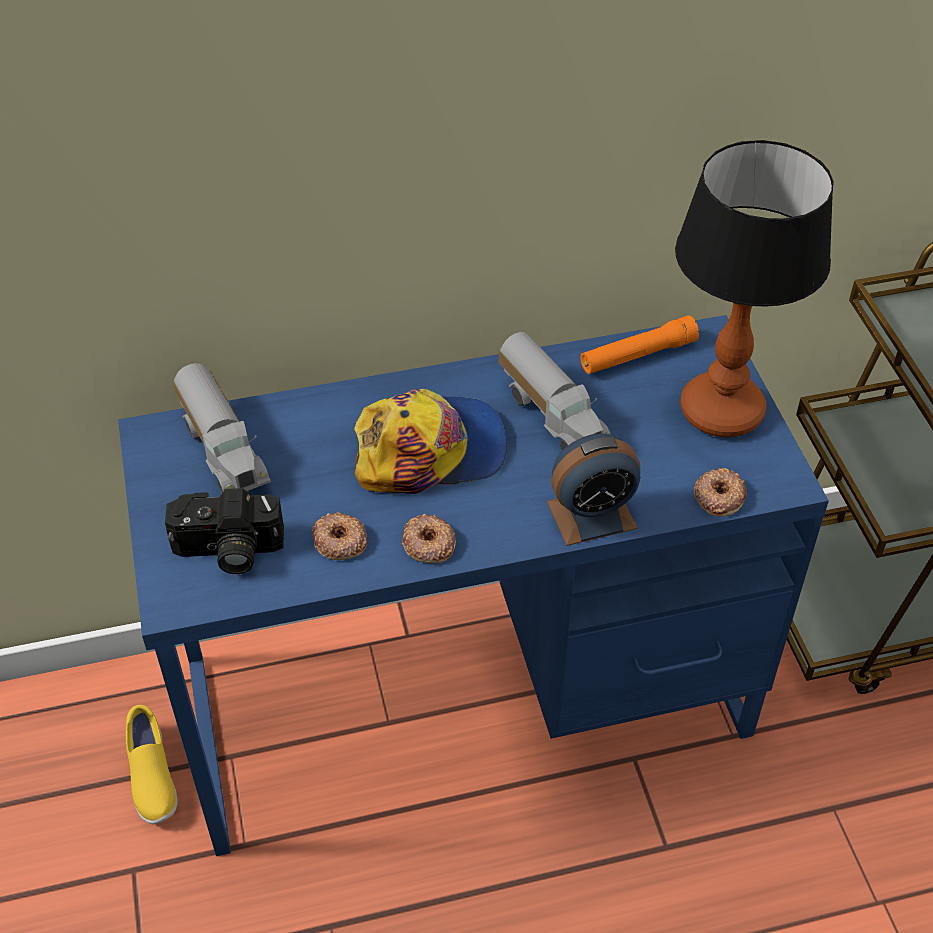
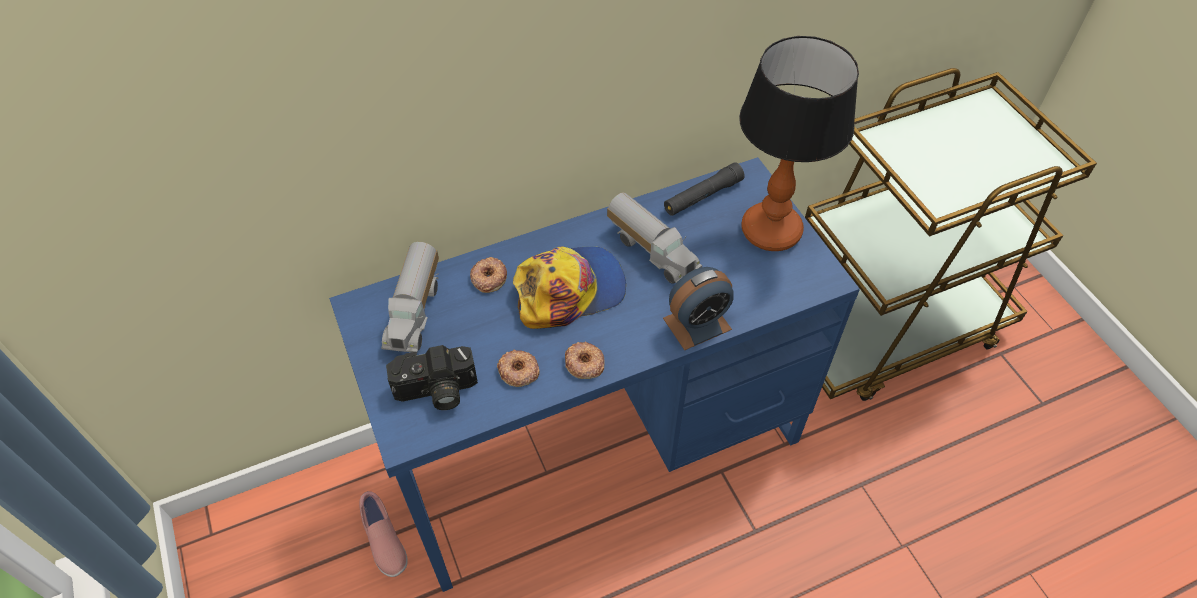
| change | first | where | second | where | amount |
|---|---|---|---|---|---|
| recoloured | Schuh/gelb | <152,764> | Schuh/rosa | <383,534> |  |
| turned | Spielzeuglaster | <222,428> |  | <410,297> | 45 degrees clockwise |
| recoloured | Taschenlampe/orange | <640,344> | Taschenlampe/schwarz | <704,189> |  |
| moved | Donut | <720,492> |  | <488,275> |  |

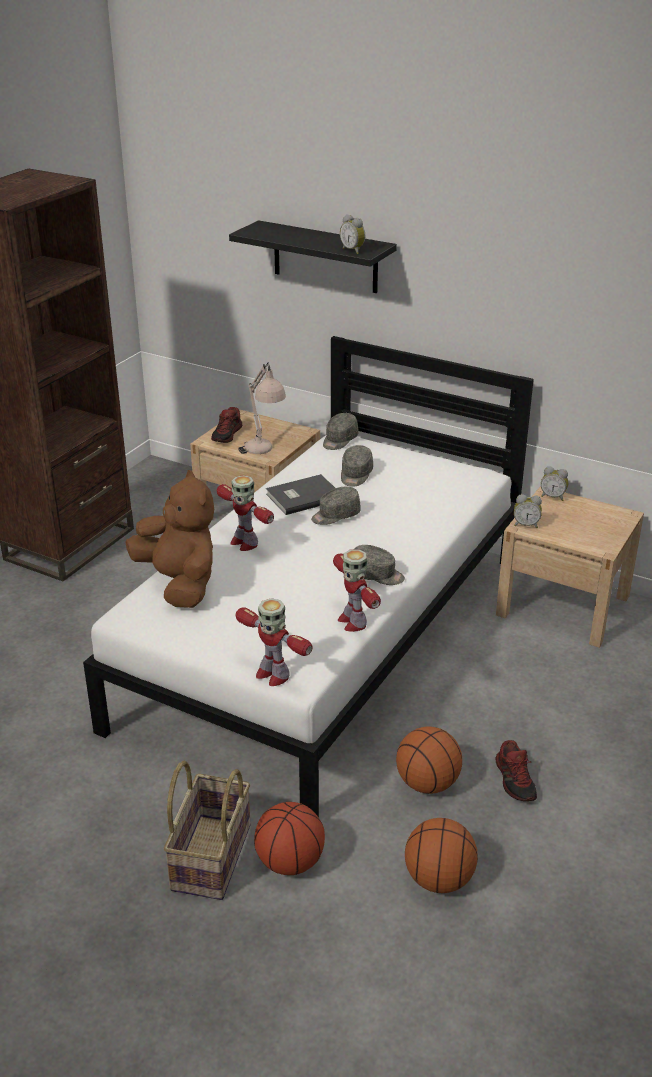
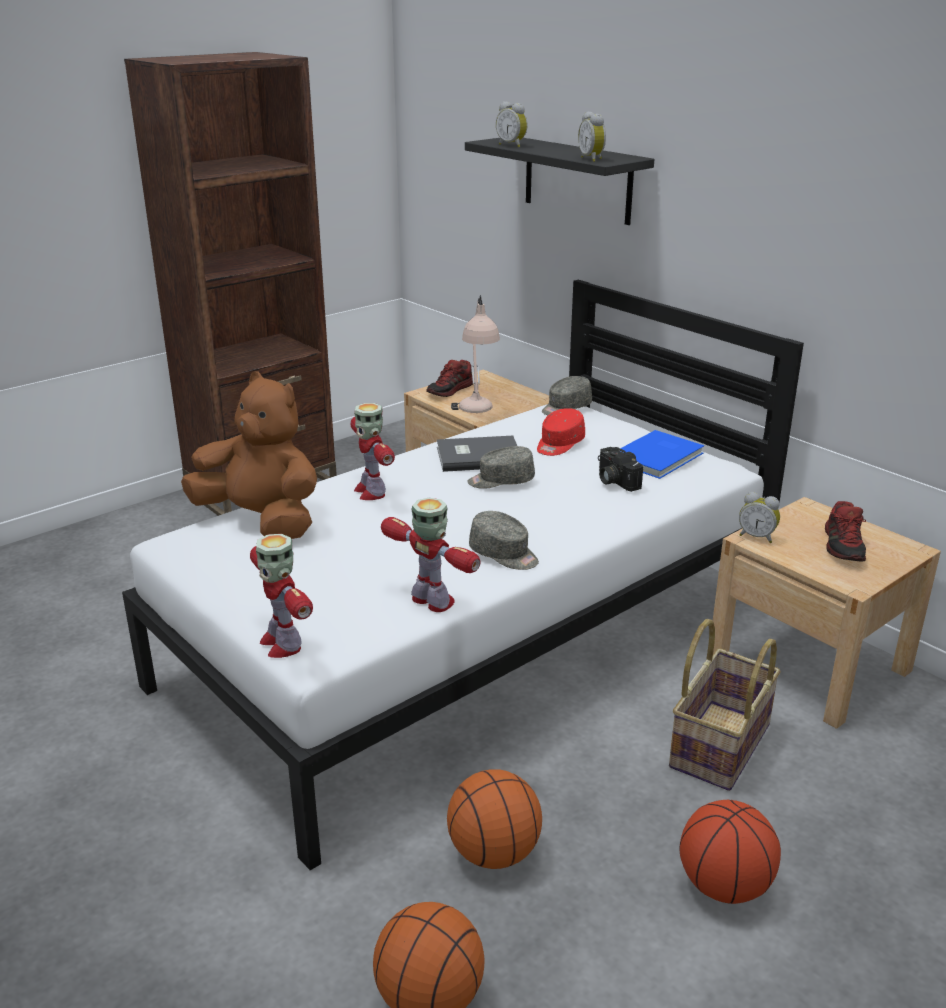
| change | first | where | second | where | amount |
|---|---|---|---|---|---|
| turned | Plüschtier/braun | <169,539> |  | <249,455> | 45 degrees counterclockwise |
| moved | Korb | <207,830> |  | <725,705> |  |
| moved | Basketball | <289,838> |  | <730,852> |  |
| turned | Spielzeugroboter | <357,590> |  | <431,555> | 135 degrees clockwise |
| recoloured | Kappe/grau | <357,466> | Kappe/rot | <561,432> |  |
| moved | Schuh | <516,770> |  | <845,531> |  |
| moved | Wecker | <555,483> |  | <512,124> |  |
| added |  |  | Kamera | <620,469> |  |
| added |  |  | Buch/blau | <662,454> |  |

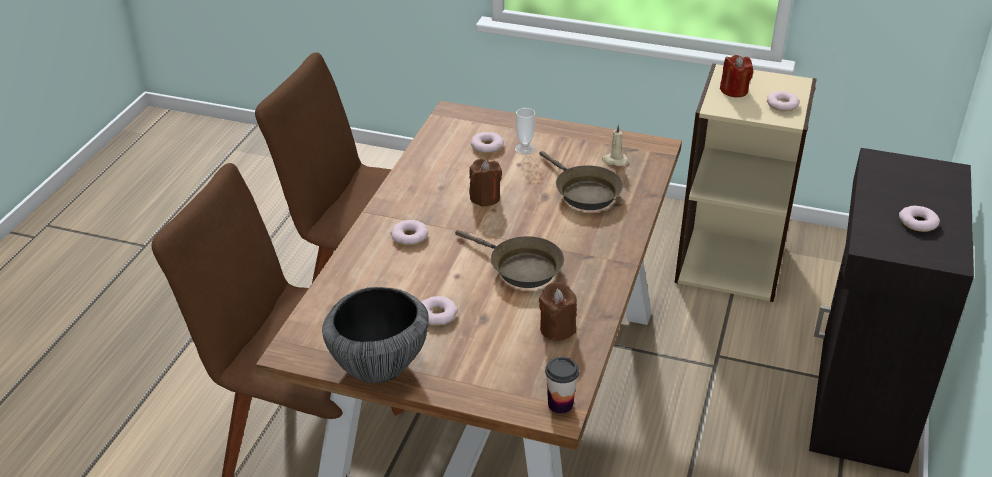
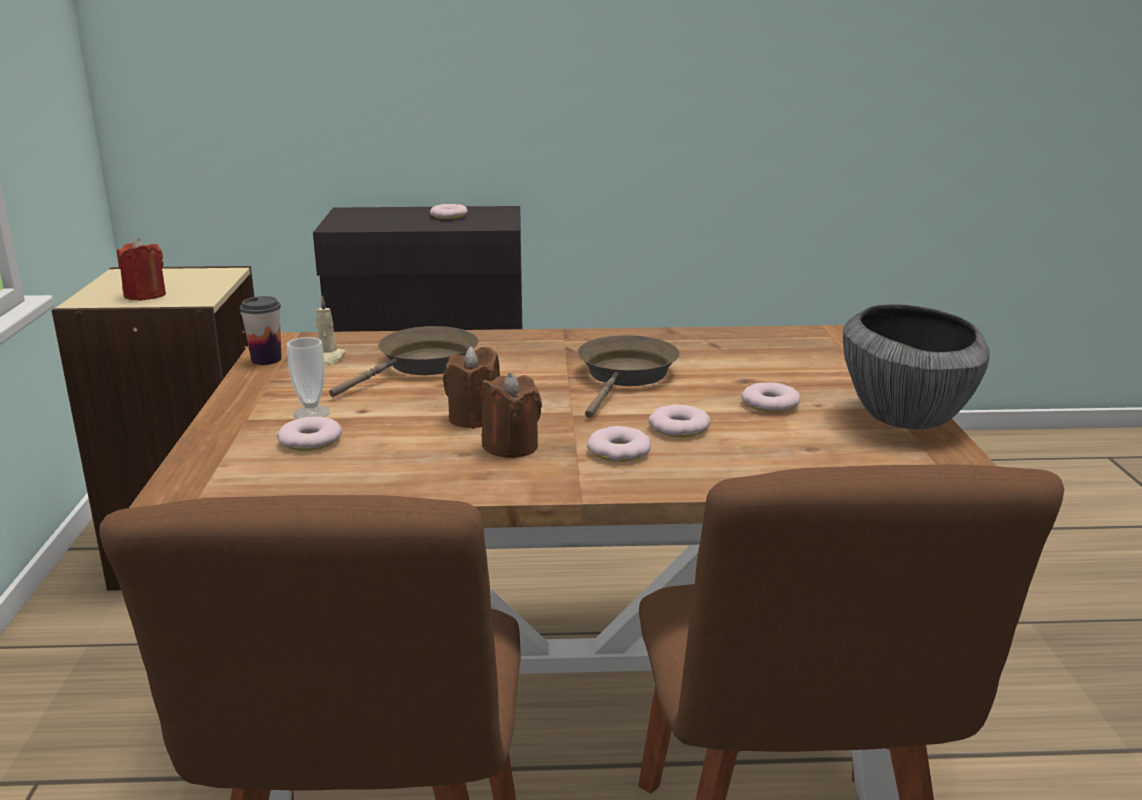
| change | first | where | second | where | amount |
|---|---|---|---|---|---|
| moved | Kerze/braun | <558,311> |  | <511,415> |  |
| moved | Tasse | <562,385> |  | <260,330> |  |
| moved | Donut | <783,101> |  | <679,420> |  |

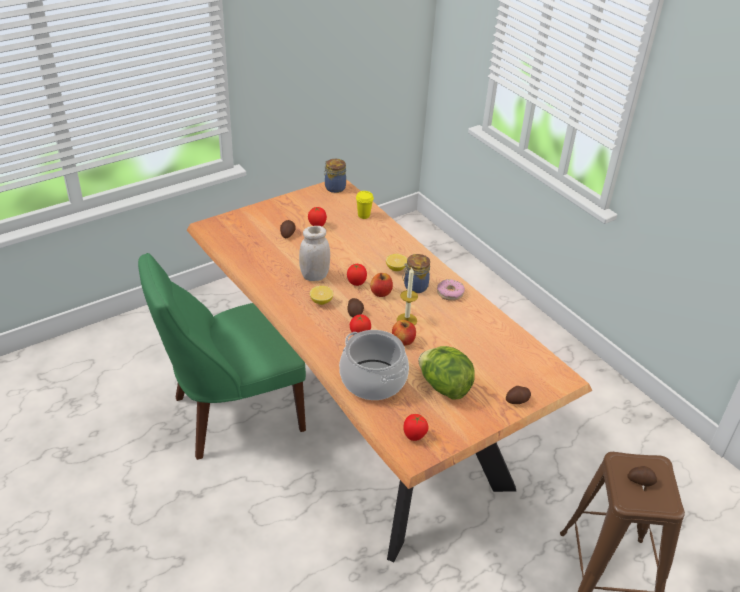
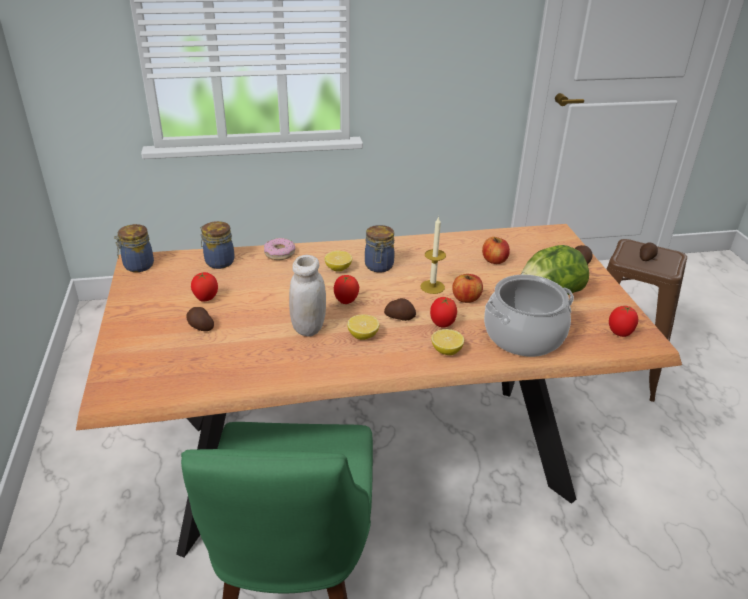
| change | first | where | second | where | amount |
|---|---|---|---|---|---|
| replaced | Tasse/gelb | <365,205> | Vorratsglas | <217,245> |  |
| moved | Apfel | <381,285> |  | <496,250> |  |
| moved | Donut | <451,290> |  | <279,249> |  |
| added |  |  | Zitrone | <447,342> |  |

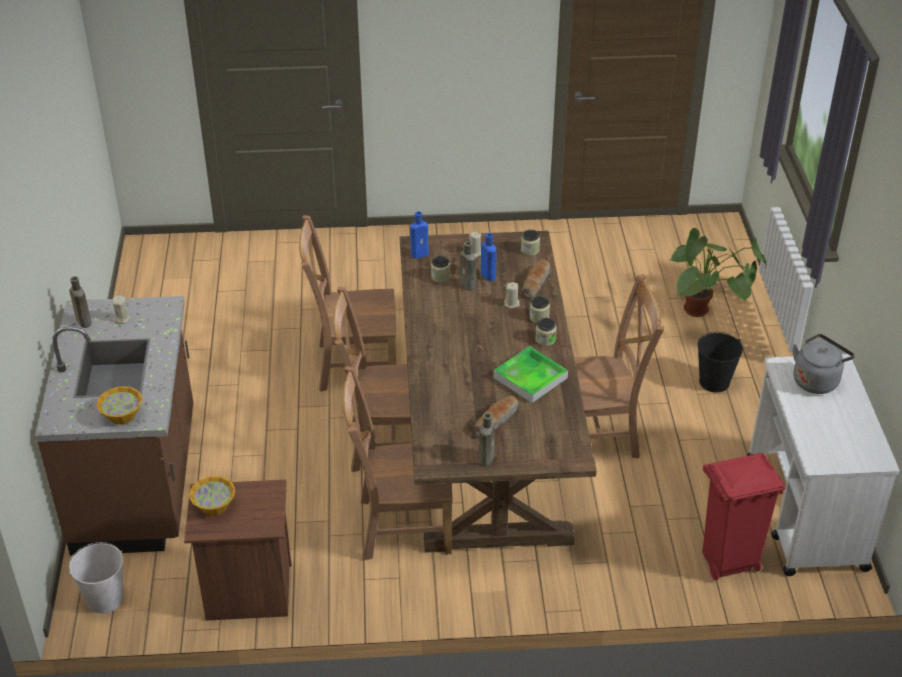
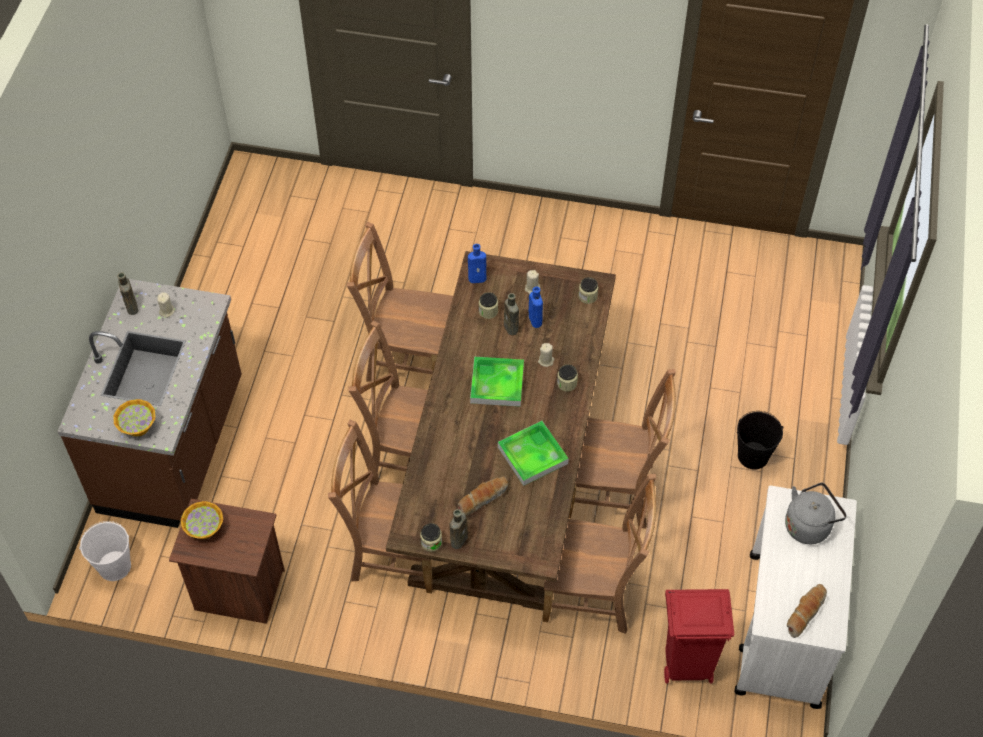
| change | first | where | second | where | amount |
|---|---|---|---|---|---|
| moved | Brot | <536,279> |  | <807,611> |  |
| moved | Vorratsglas | <546,332> |  | <431,537> |  |
| removed | Topfpflanze | <718,272> |  |  |  |
| added |  |  | Tablett | <497,382> |  |
| added |  |  | Stuhl/braun | <600,554> |  |

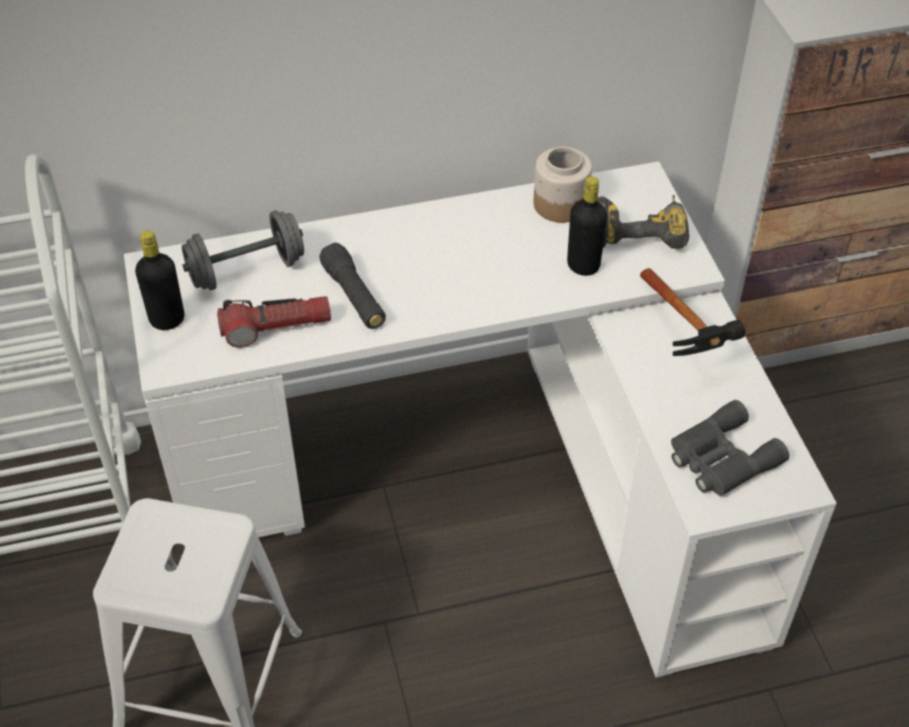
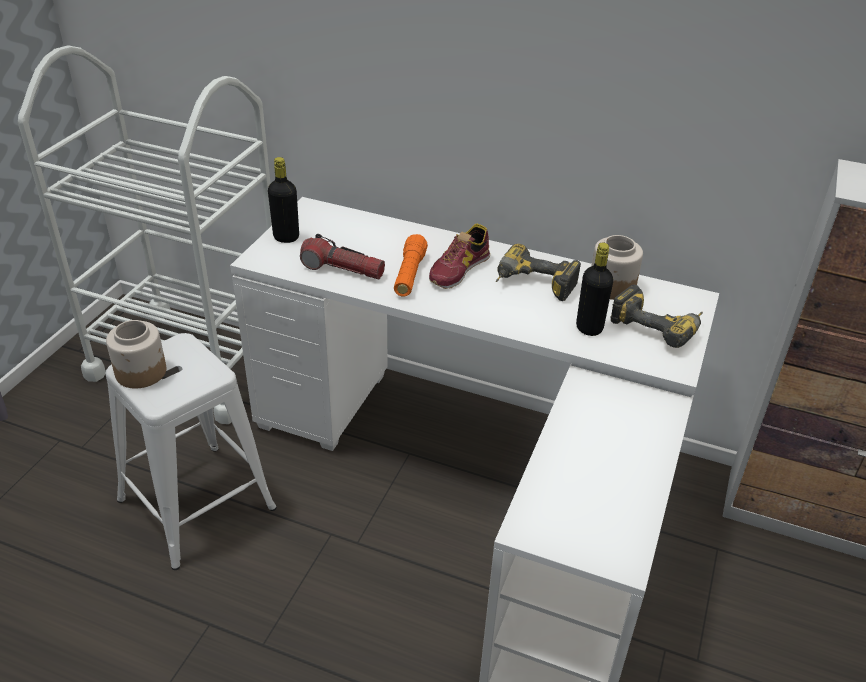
| change | first | where | second | where | amount |
|---|---|---|---|---|---|
| removed | Hantel/grau | <243,250> |  |  |  |
| recoloured | Taschenlampe/schwarz | <352,286> | Taschenlampe/orange | <411,265> |  |
| removed | Hammer | <692,312> |  |  |  |
| removed | Fernglas/grau | <730,448> |  |  |  |
| added |  |  | Vorratsglas | <136,354> |  |
| added |  |  | Schuh | <459,256> |  |
| added |  |  | Bohrmaschine | <538,272> |  |

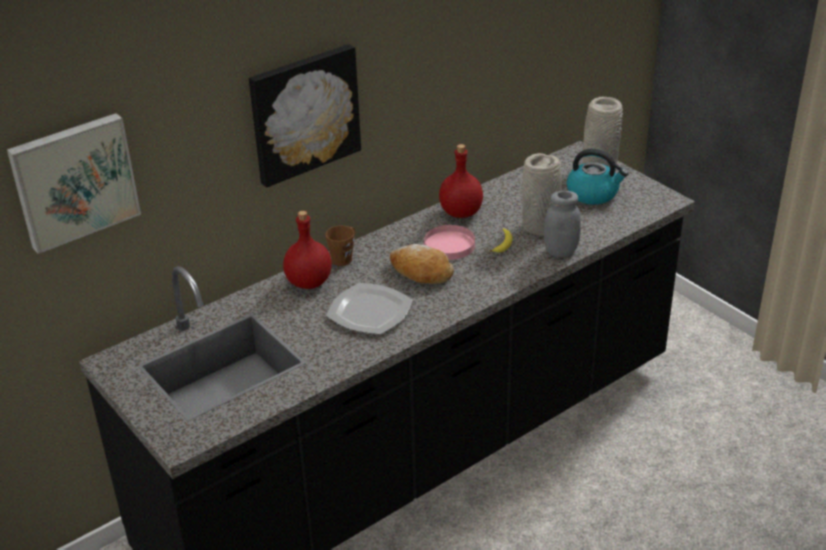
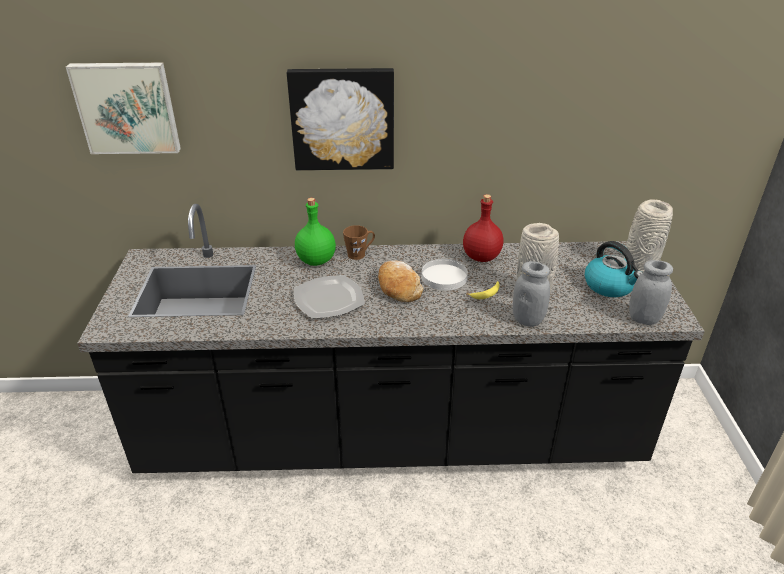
| change | first | where | second | where | amount |
|---|---|---|---|---|---|
| recoloured | Flasche/rot | <307,250> | Flasche/grün | <315,232> |  |
| recoloured | Teller/rosa | <449,242> | Teller/weiß | <444,275> |  |
| added |  |  | Vorratsglas/grau | <651,292> |  |

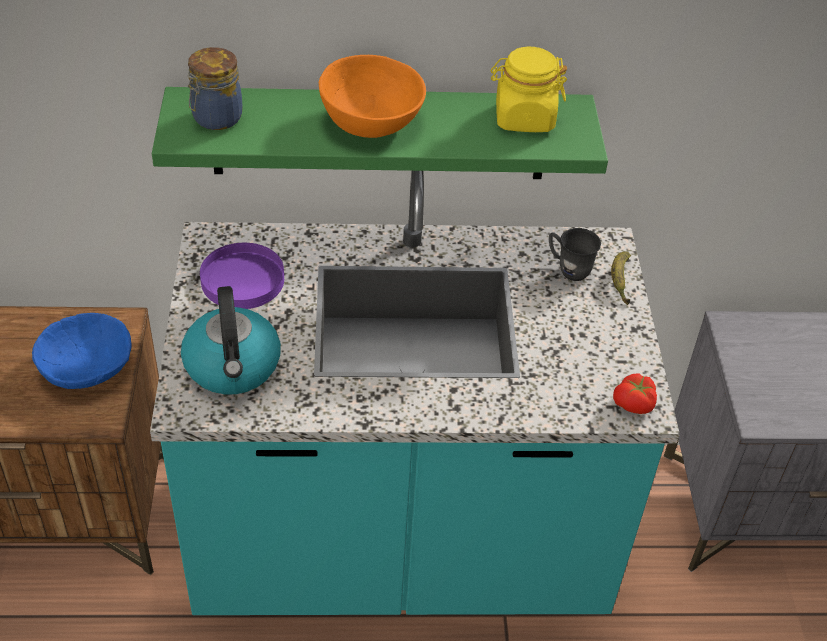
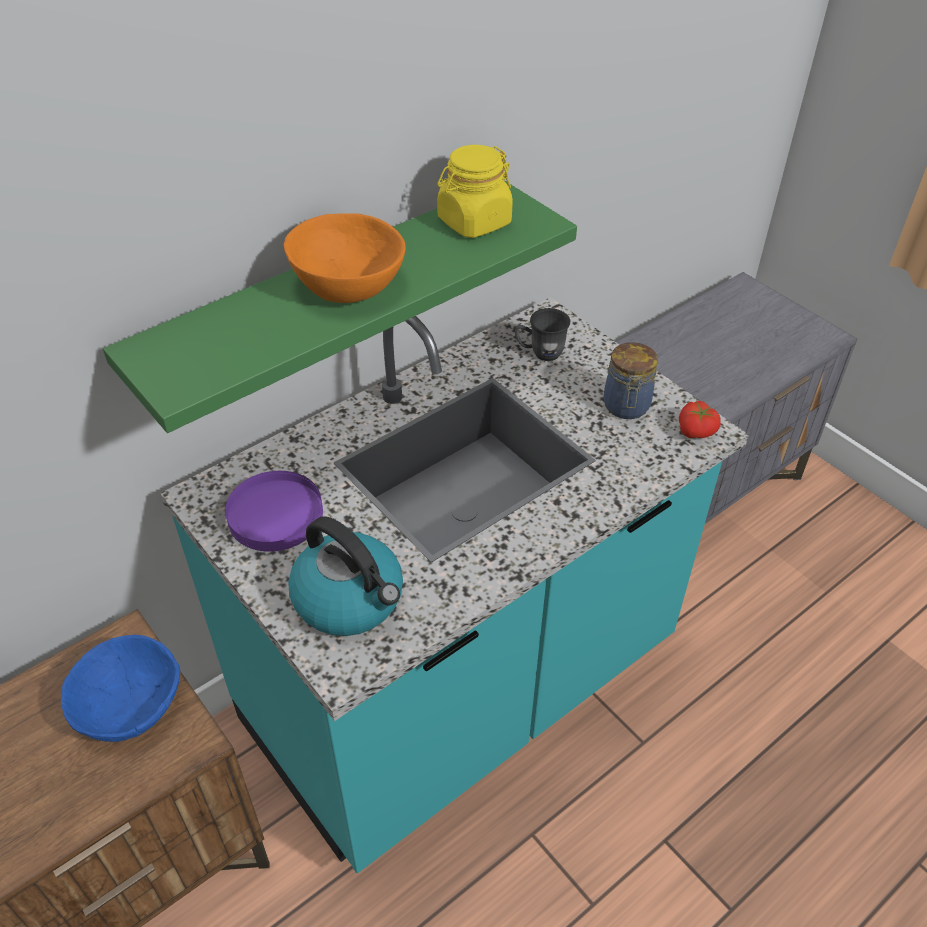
| change | first | where | second | where | amount |
|---|---|---|---|---|---|
| moved | Vorratsglas | <214,88> |  | <630,380> |  |
| removed | Banane | <621,278> |  |  |  |

